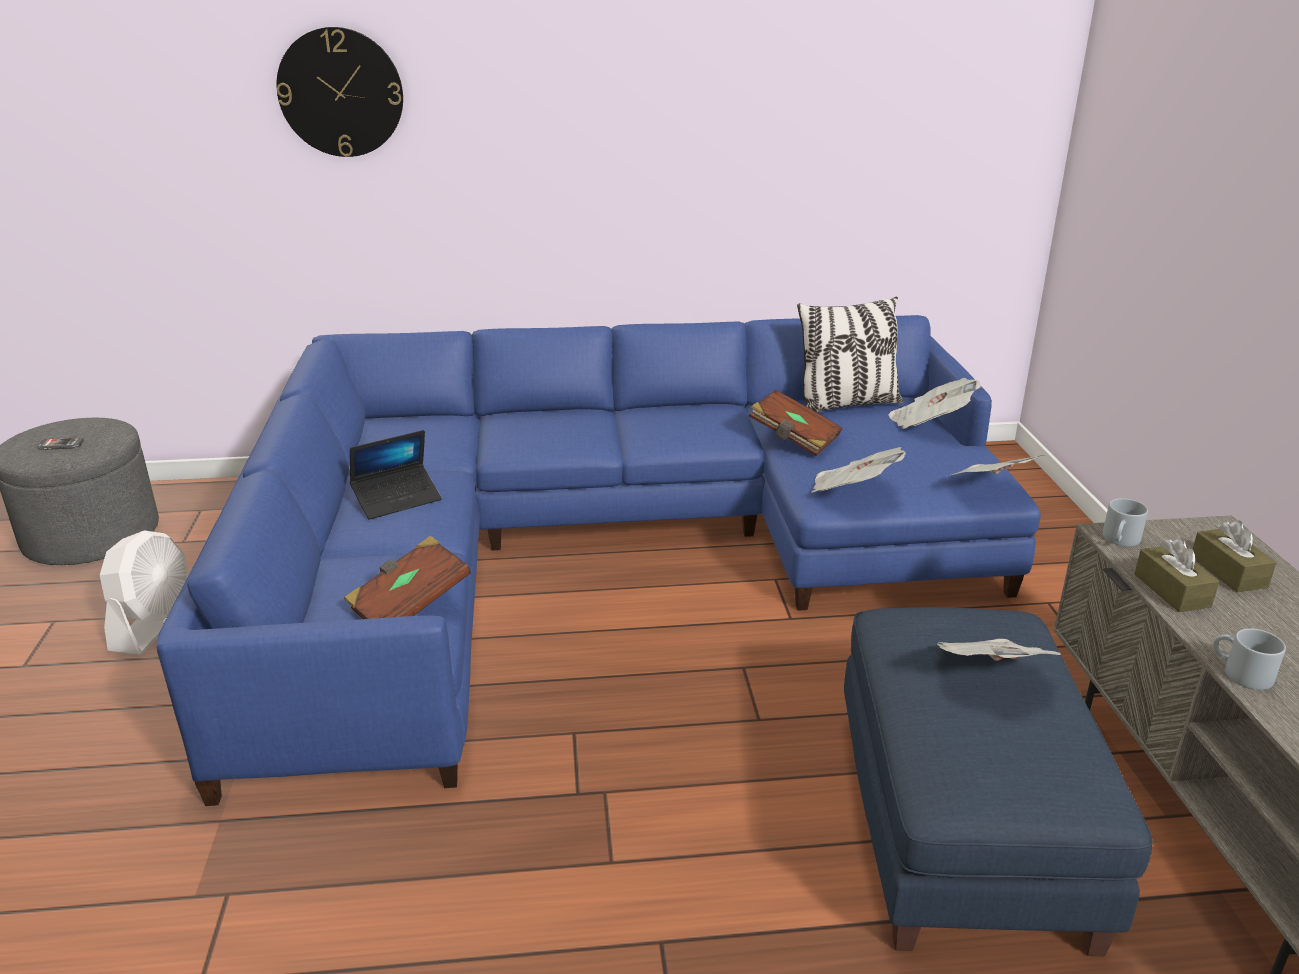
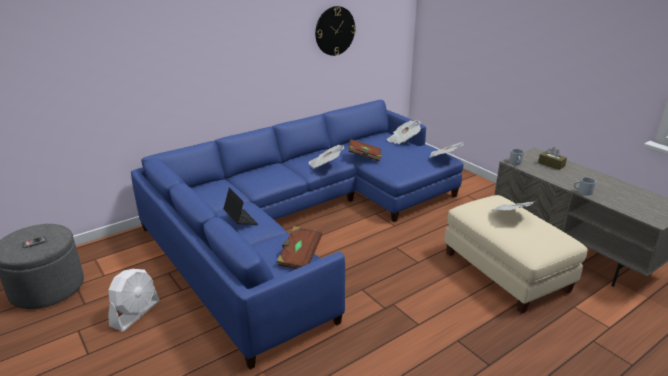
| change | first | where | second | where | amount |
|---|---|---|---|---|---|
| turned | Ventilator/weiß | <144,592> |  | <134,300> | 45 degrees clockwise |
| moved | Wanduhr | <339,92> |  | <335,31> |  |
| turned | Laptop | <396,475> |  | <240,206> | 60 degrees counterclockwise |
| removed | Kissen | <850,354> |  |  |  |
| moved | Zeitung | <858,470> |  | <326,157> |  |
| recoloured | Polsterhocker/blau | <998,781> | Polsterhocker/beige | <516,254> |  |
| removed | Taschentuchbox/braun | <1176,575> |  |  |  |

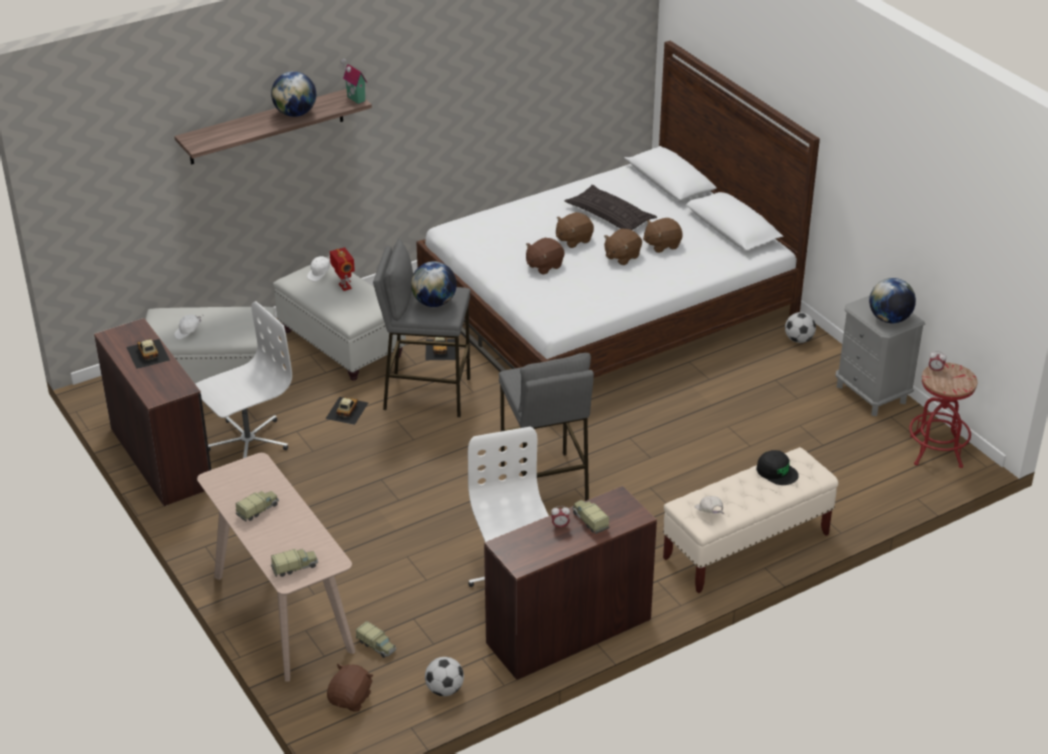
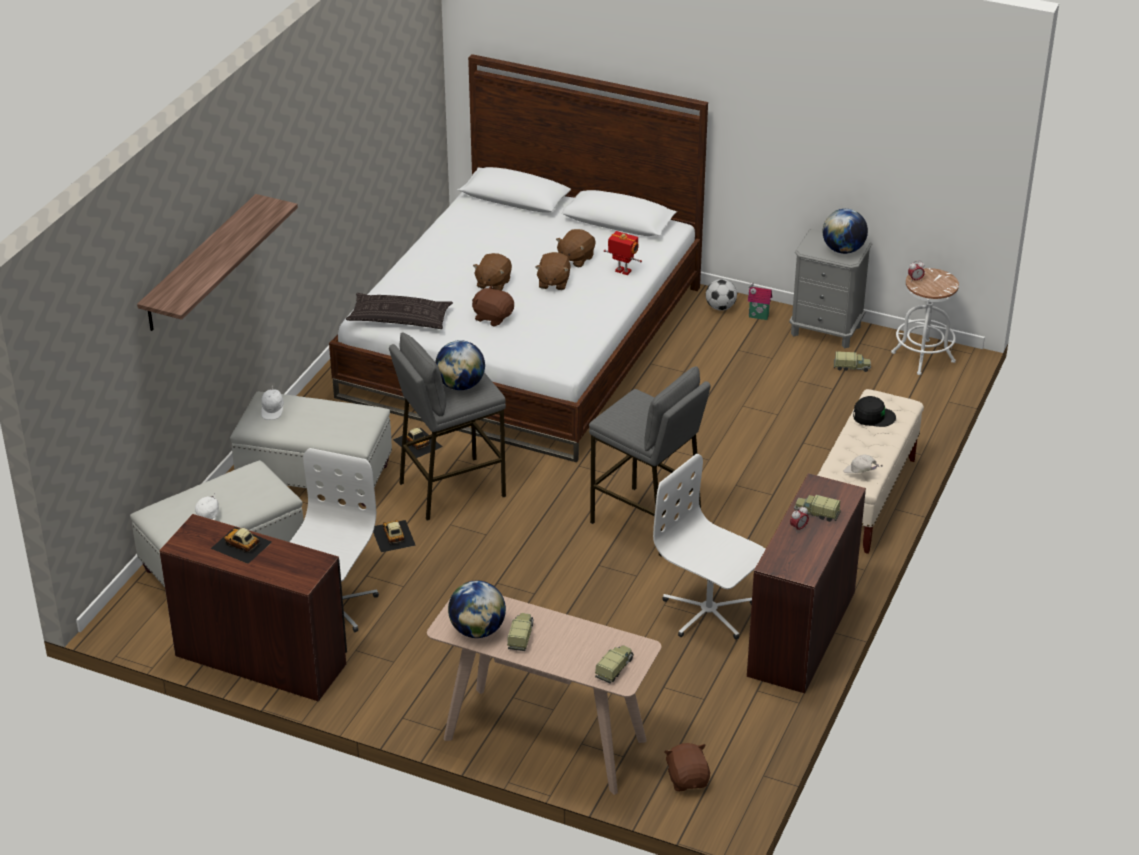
| change | first | where | second | where | amount |
|---|---|---|---|---|---|
| moved | Globus | <293,94> |  | <477,609> |  |
| moved | Spielzeugroboter | <342,269> |  | <623,253> |  |
| moved | Spielzeughaus | <353,81> |  | <760,301> |  |
| moved | Spielzeuglaster | <376,639> |  | <852,361> |  |
| removed | Fußball | <444,676> |  |  |  |
| turned | Plüschtier/braun | <545,256> |  | <493,306> | 105 degrees clockwise |
| moved | Kissen | <610,207> |  | <399,311> |  |
| recoloured | Hocker/rot | <943,415> | Hocker/weiß | <925,321> |  |

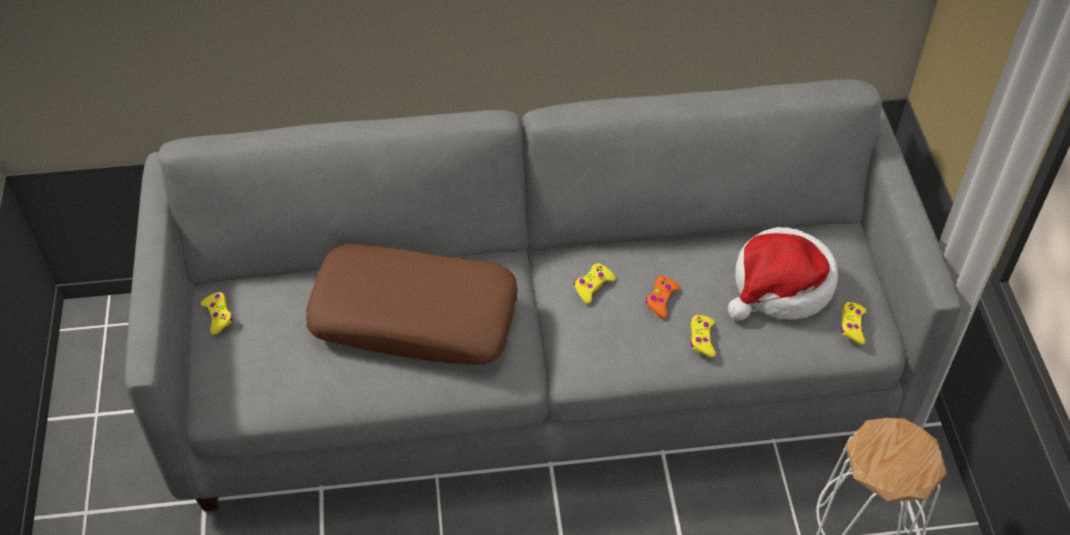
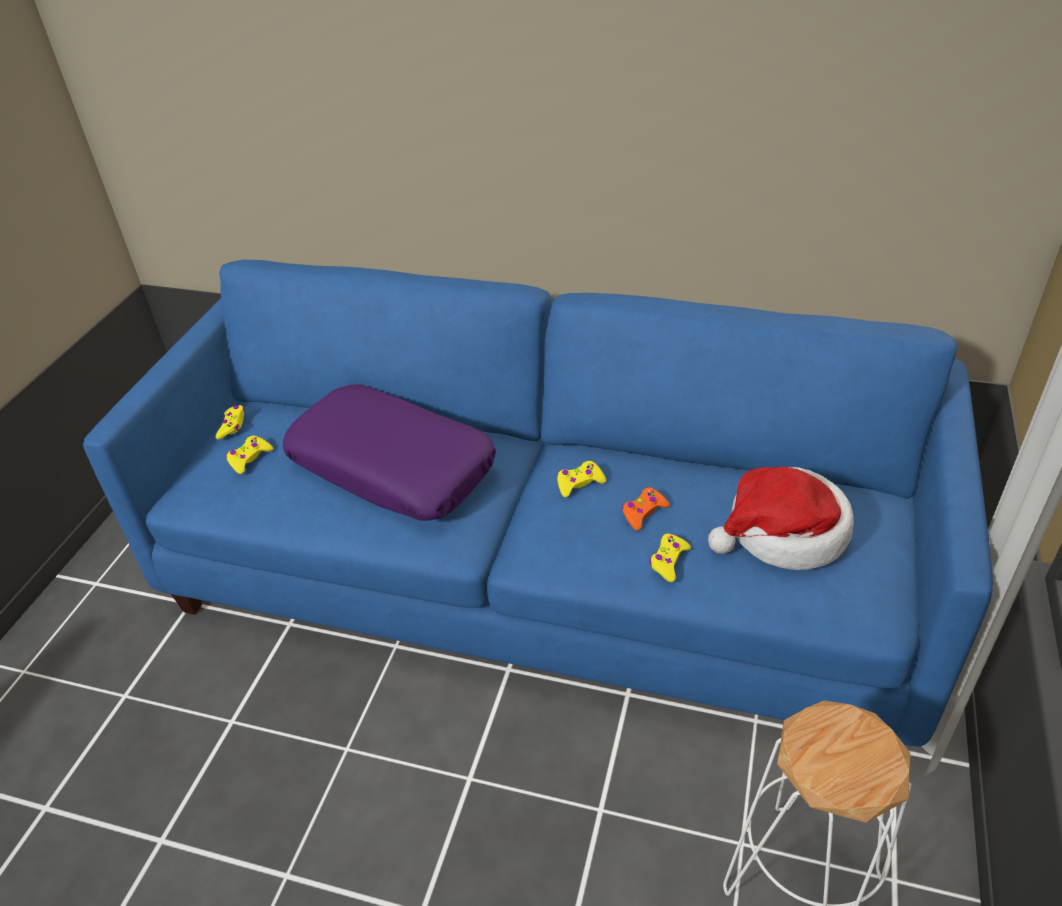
| change | first | where | second | where | amount |
|---|---|---|---|---|---|
| recoloured | Sofa/grau | <543,295> | Sofa/blau | <538,503> |  |
| recoloured | Kissen/braun | <412,304> | Kissen/lila | <389,452> |  |
| moved | Gamepad/gelb | <853,323> |  | <249,455> |  |

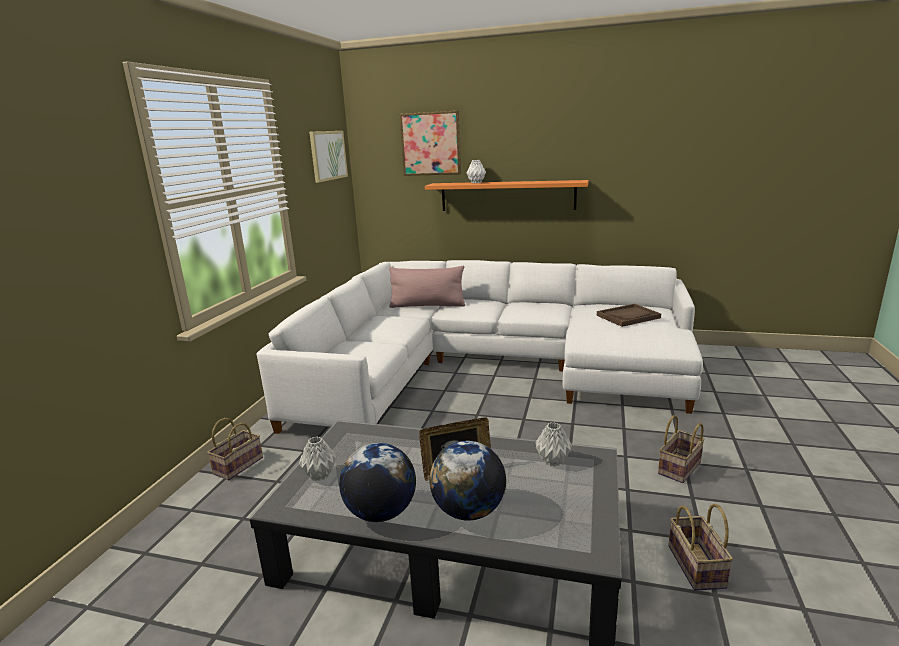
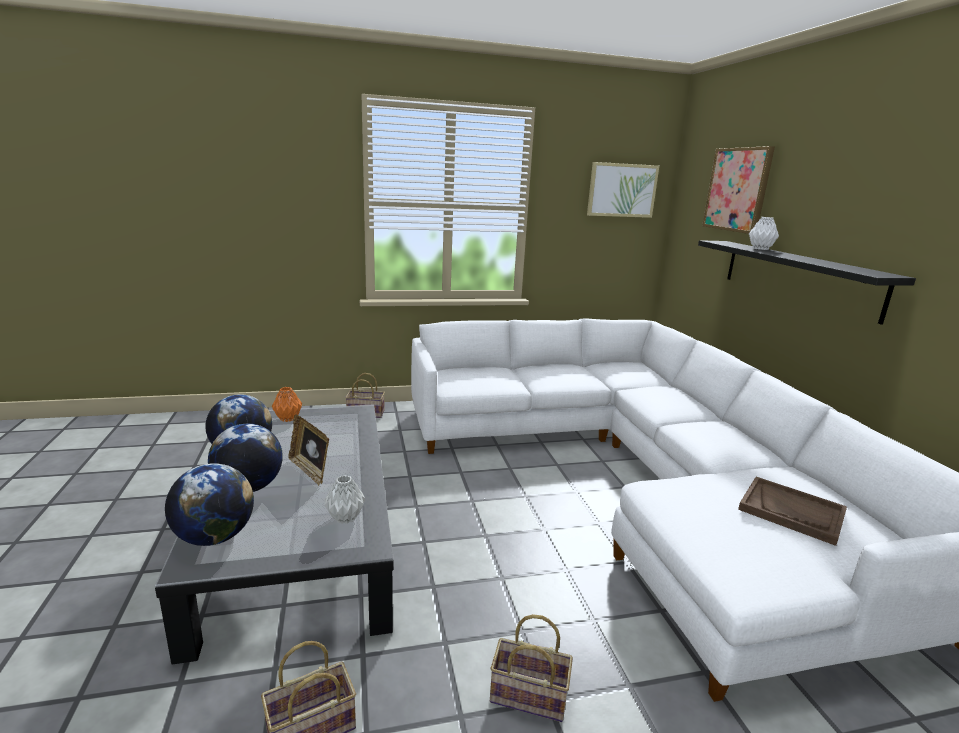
| change | first | where | second | where | amount |
|---|---|---|---|---|---|
| recoloured | Vase/grau | <317,458> | Vase/orange | <287,404> |  |
| removed | Kissen/rosa | <427,287> |  |  |  |
| recoloured | Wandregal/orange | <507,195> | Wandregal/schwarz | <807,282> |  |
| added |  |  | Globus | <209,504> |  |

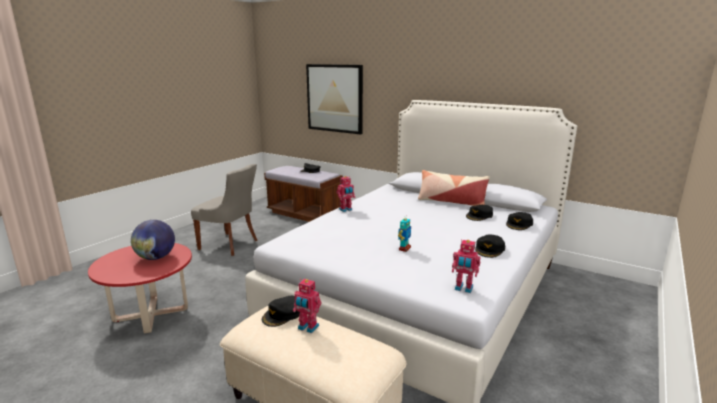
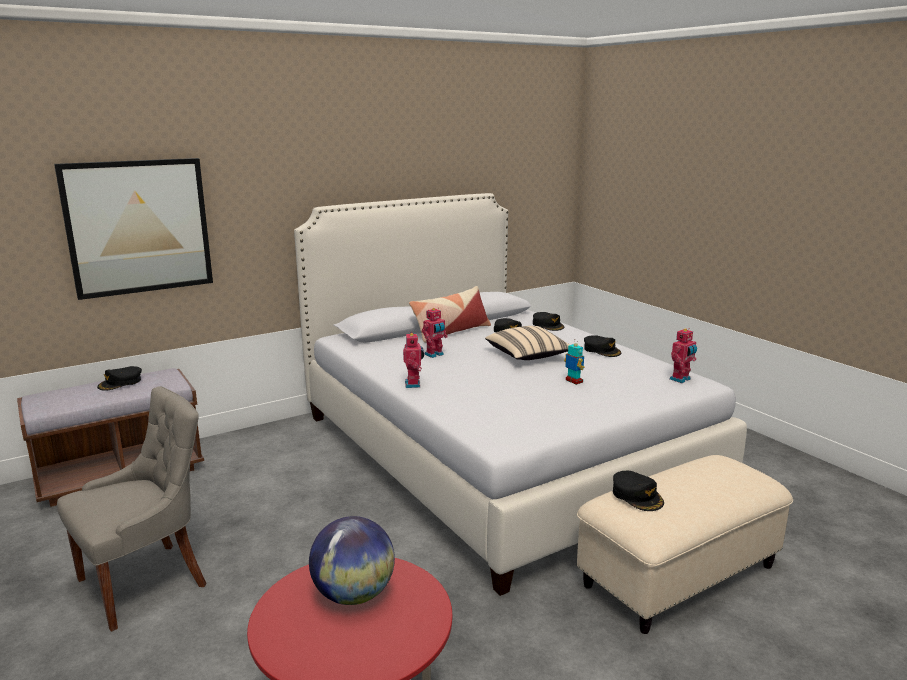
| change | first | where | second | where | amount |
|---|---|---|---|---|---|
| moved | Spielzeugroboter | <307,306> |  | <434,333> |  |
| added |  |  | Kissen/beige | <527,343> |  |

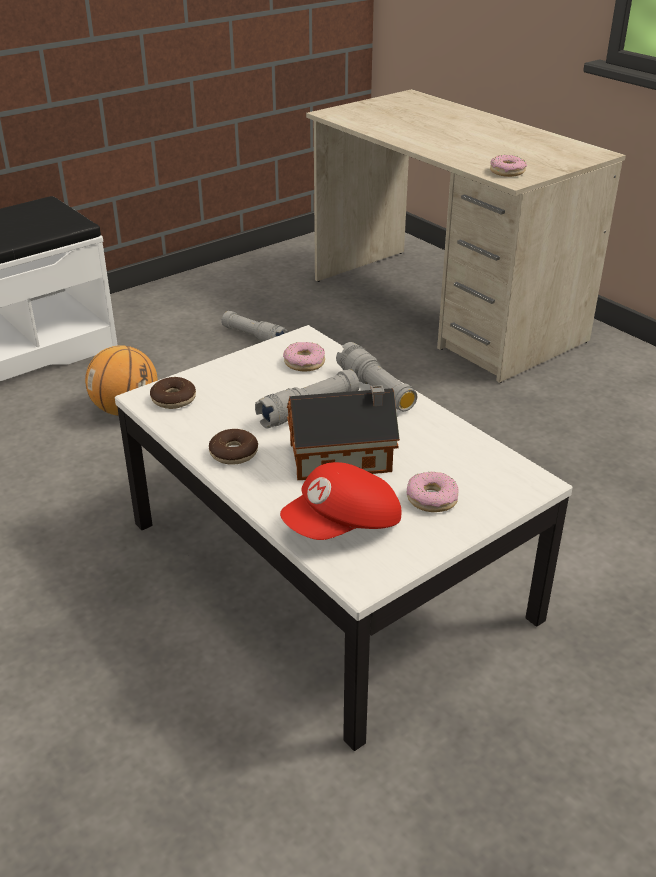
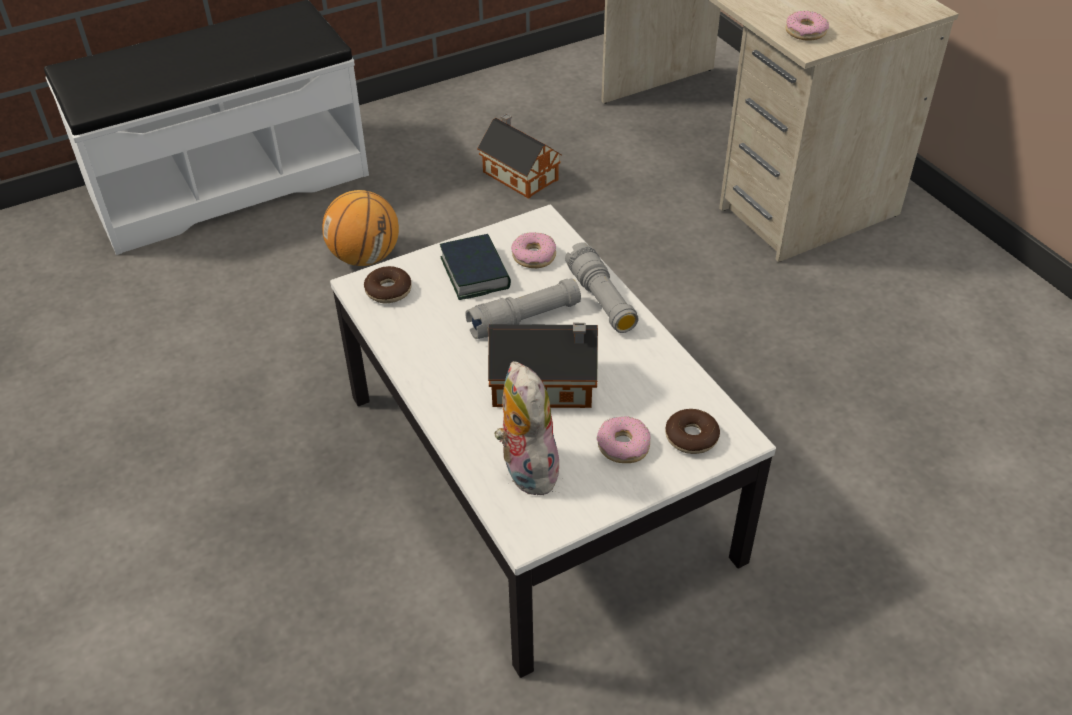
| change | first | where | second | where | amount |
|---|---|---|---|---|---|
| moved | Donut | <233,447> |  | <692,431> |  |
| replaced | Taschenlampe/grau | <255,326> | Spielzeughaus | <519,156> |  |
| replaced | Kappe/rot | <341,501> | Plüschtier | <528,428> |  |
| added |  |  | Buch | <475,267> |  |

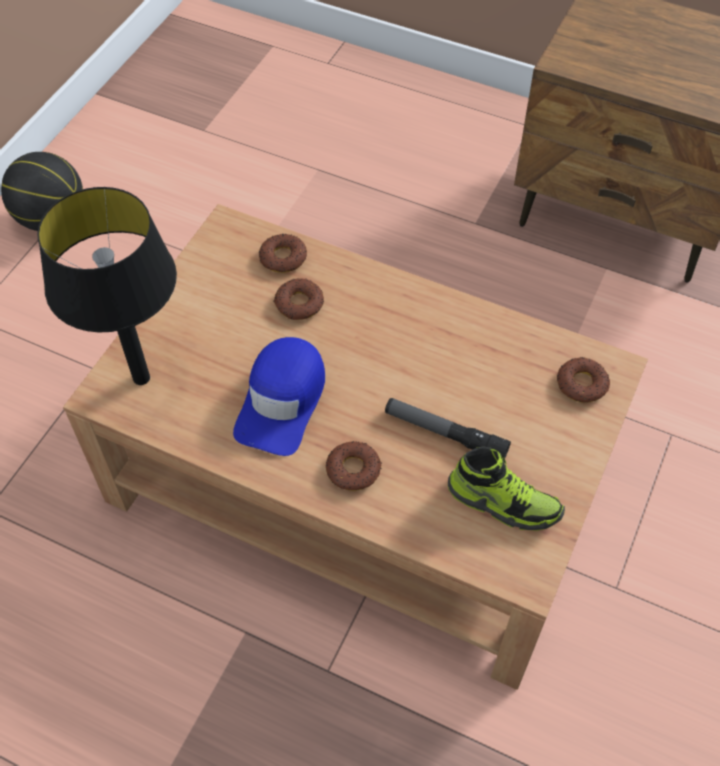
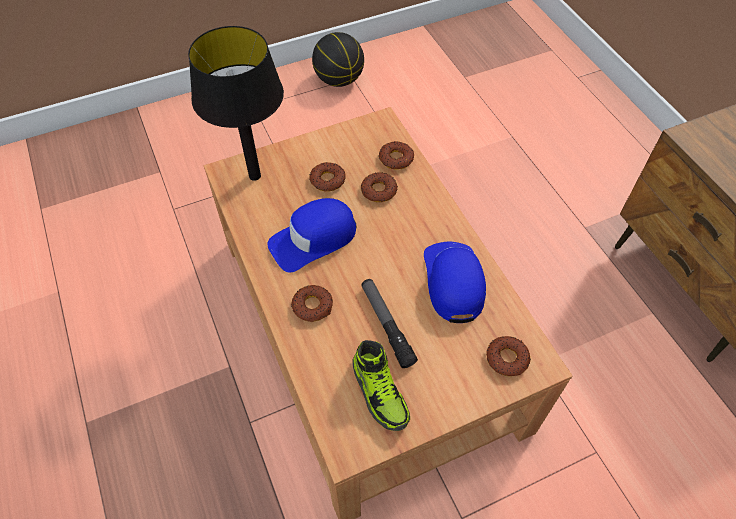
| change | first | where | second | where | amount |
|---|---|---|---|---|---|
| added |  |  | Donut | <327,177> |  |
| added |  |  | Kappe/blau | <455,282> |  |

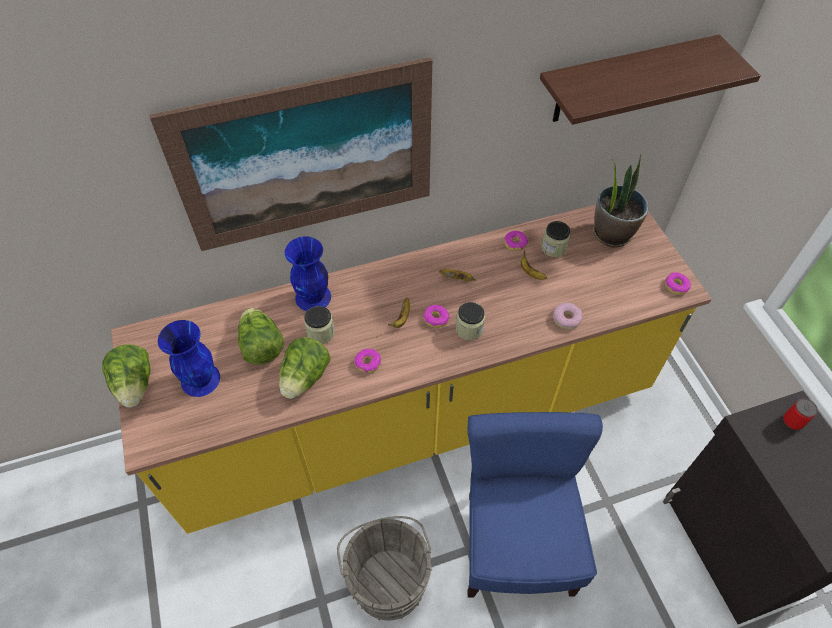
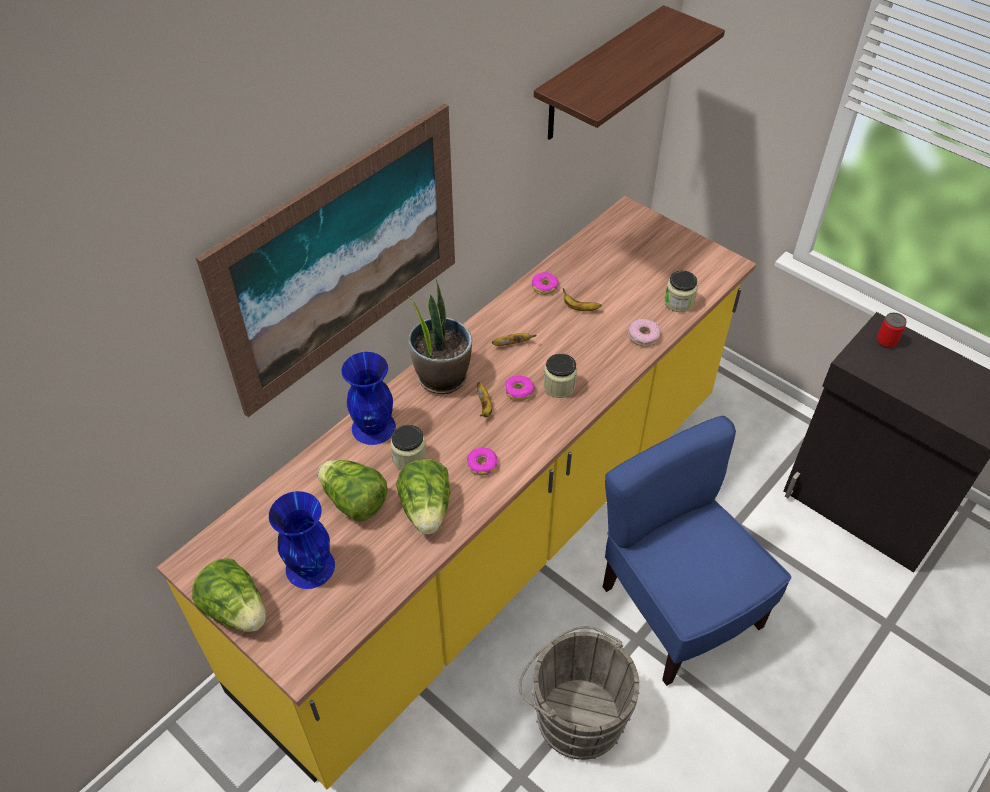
| change | first | where | second | where | amount |
|---|---|---|---|---|---|
| moved | Vorratsglas | <555,239> |  | <681,291> |  |
| moved | Topfpflanze | <621,200> |  | <439,335> |  |
| removed | Donut | <678,283> |  |  |  |

